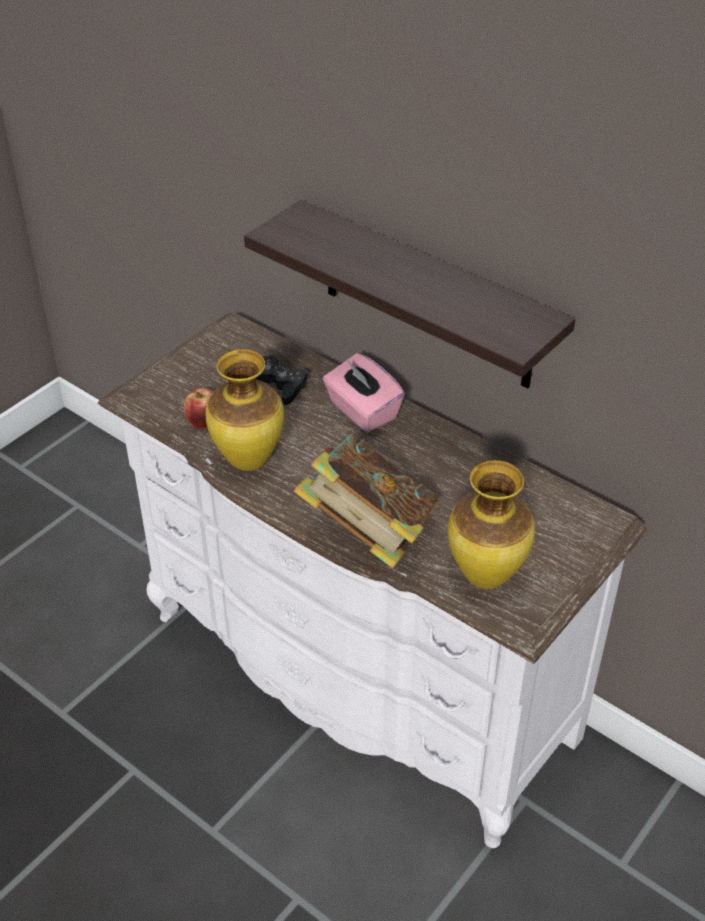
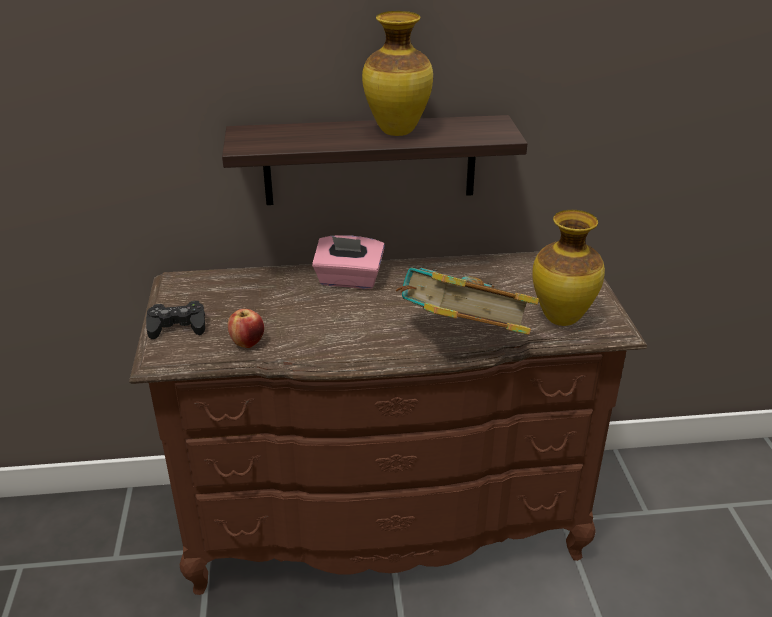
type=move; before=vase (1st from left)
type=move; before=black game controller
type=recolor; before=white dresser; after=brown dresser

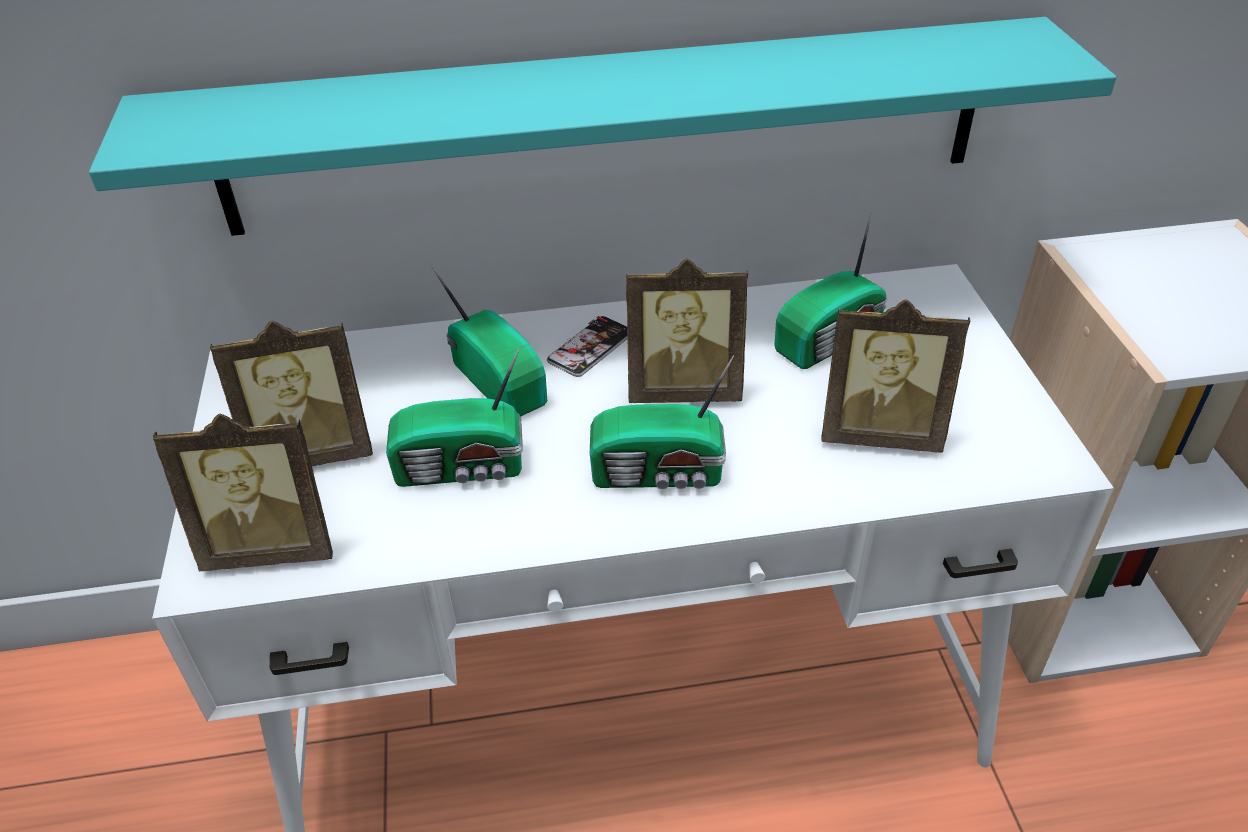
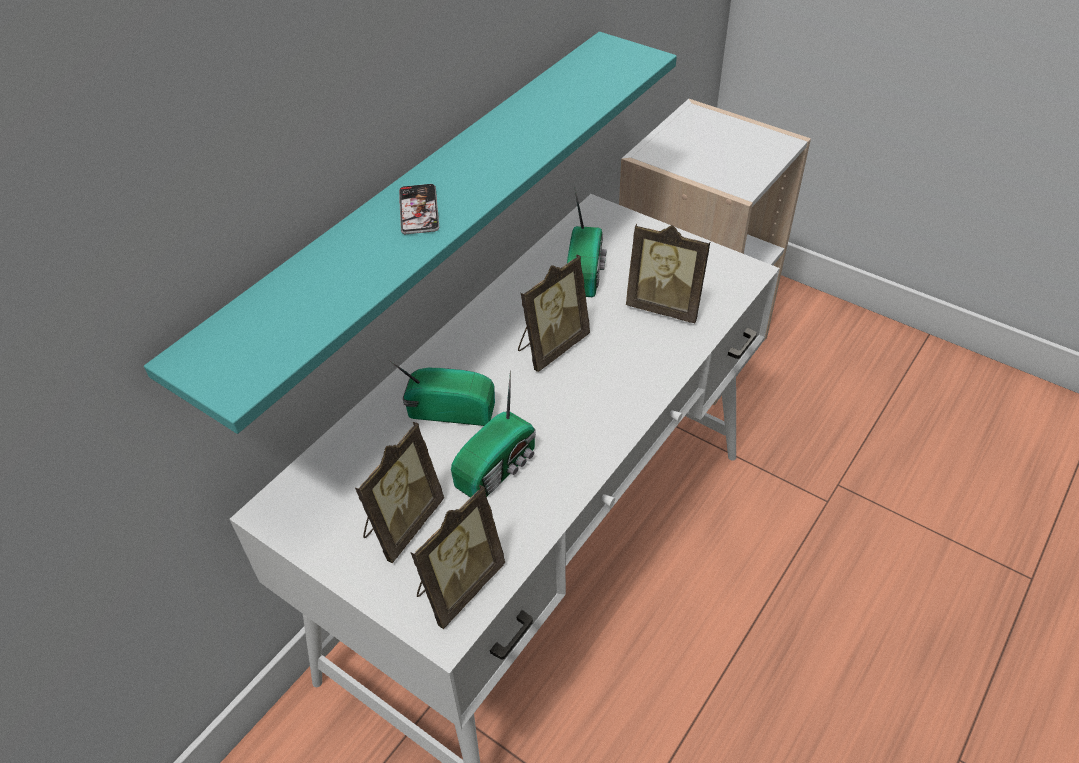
type=delete; before=radio (3rd from left)
type=move; before=phone
type=rotate; before=picture frame (4th from left); turn=60

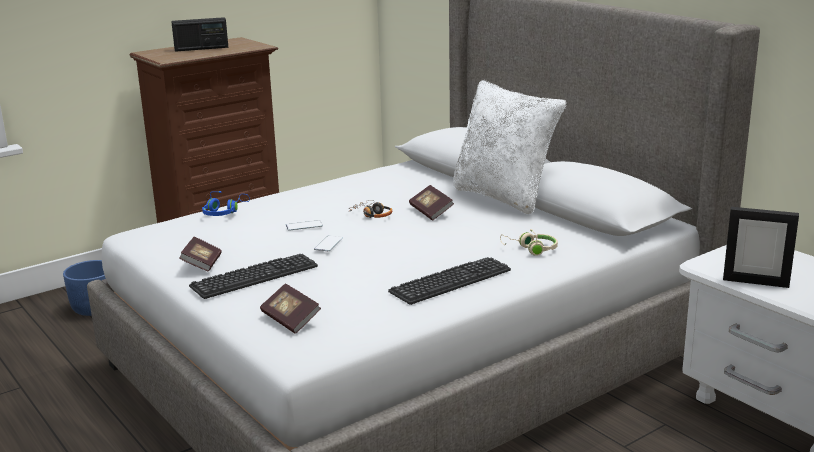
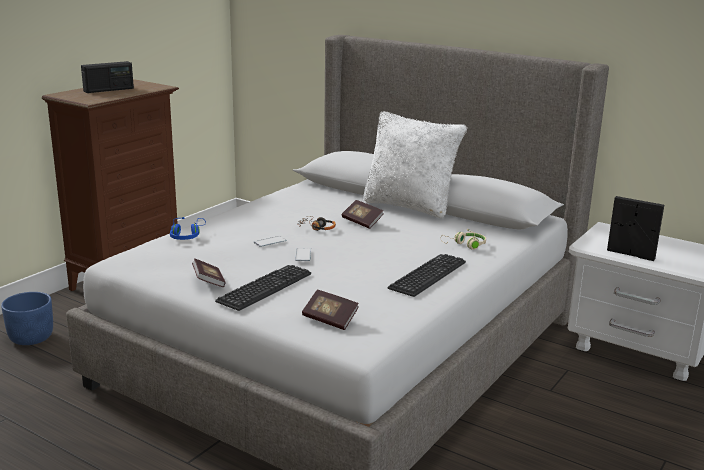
type=rotate; before=picture frame; turn=-150

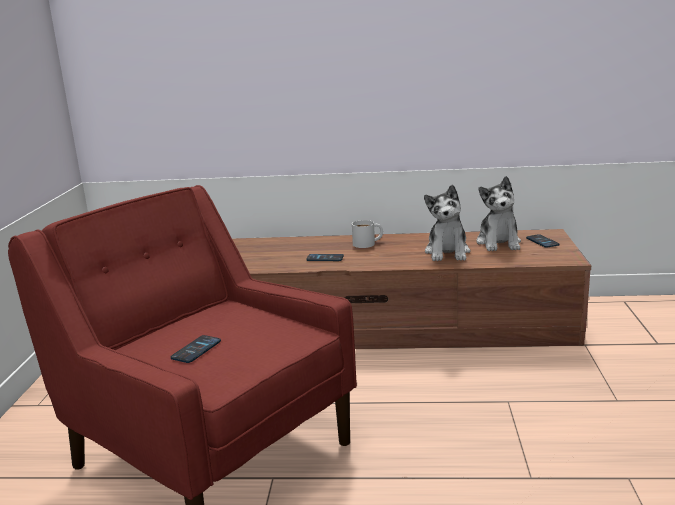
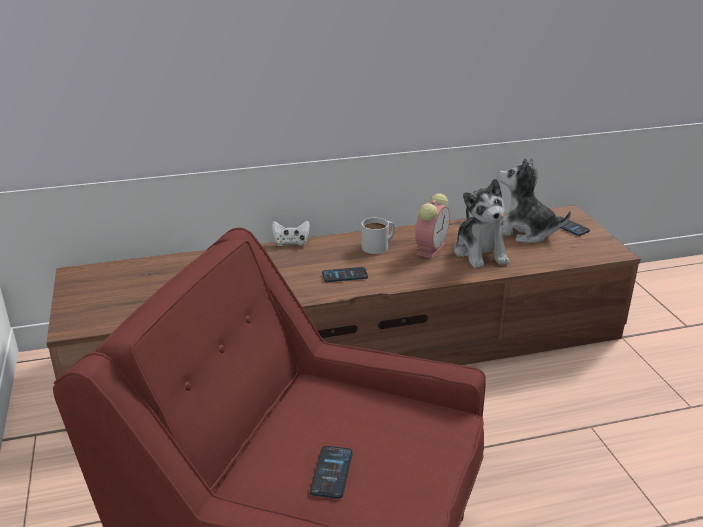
type=insert; after=white game controller
type=insert; after=alarm clock
type=rotate; before=plush toy (2nd from left); turn=135

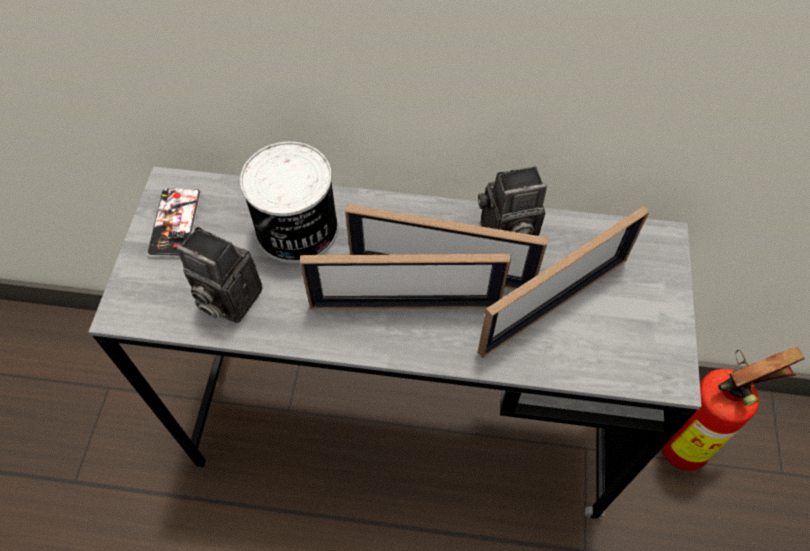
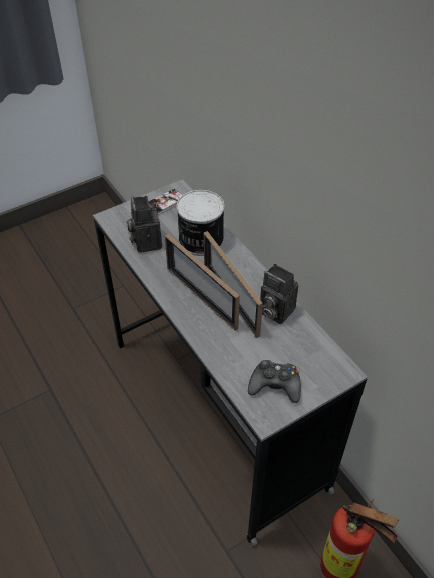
type=delete; before=picture frame (3rd from left)
type=insert; after=black game controller

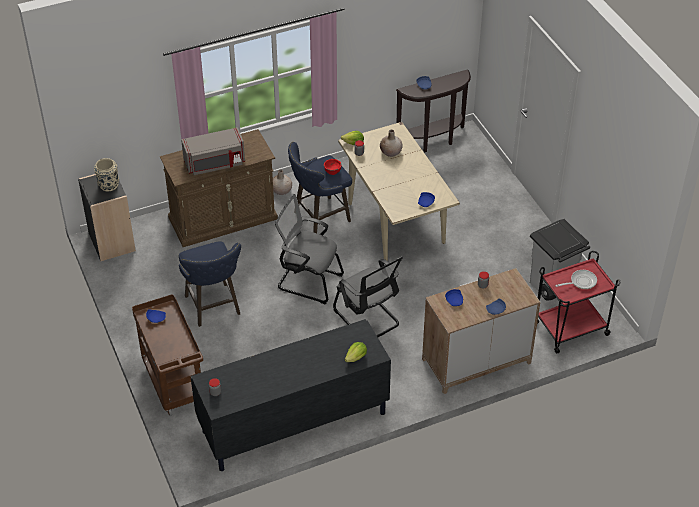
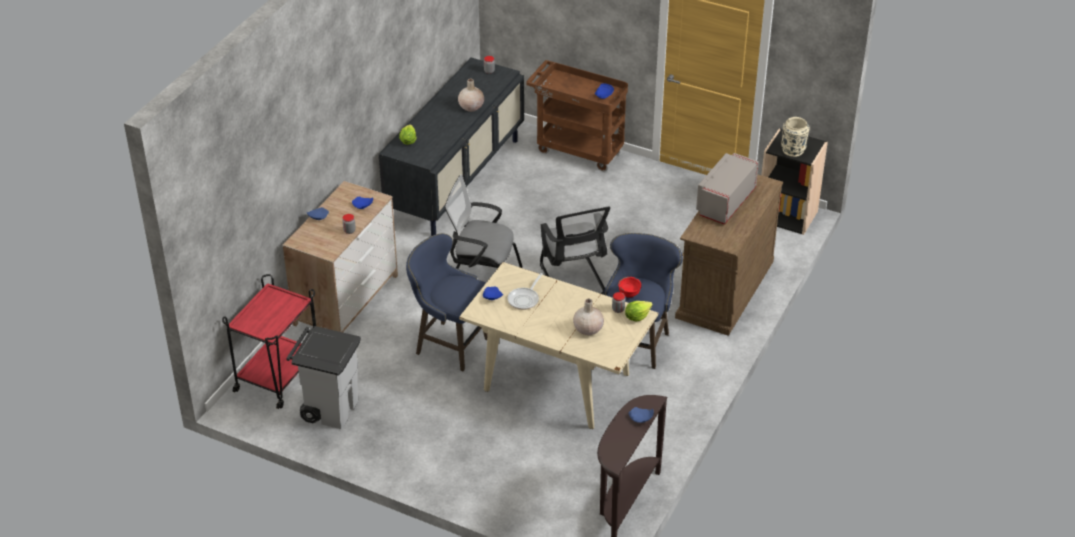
type=move; before=blue stool (1st from left)
type=move; before=beige vase (2nd from left in the first image); after=beige vase (1st from left)
type=move; before=frying pan
type=rotate; before=chair (1st from left in the first image); turn=90

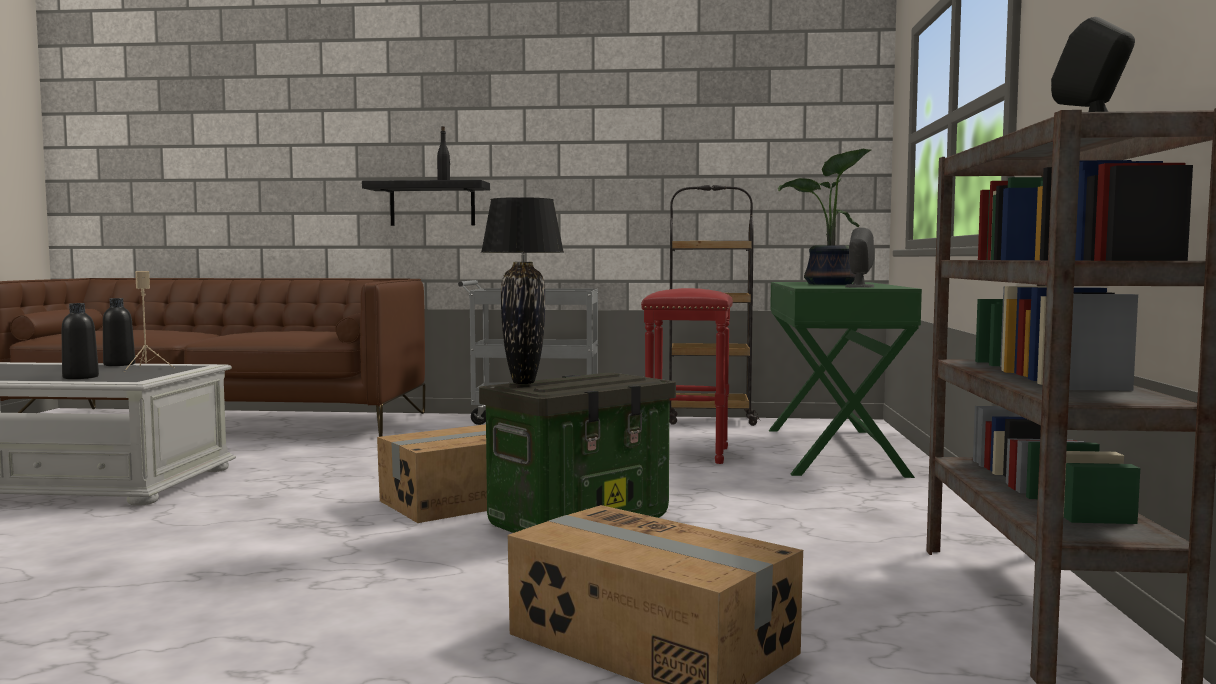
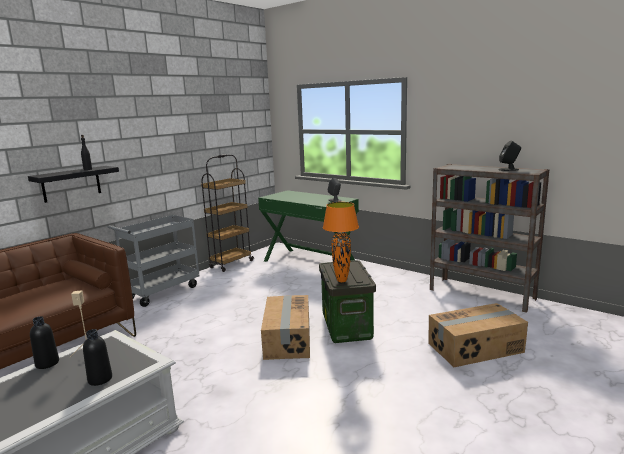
type=delete; before=red stool
type=delete; before=potted plant
type=recolor; before=black table lamp; after=orange table lamp

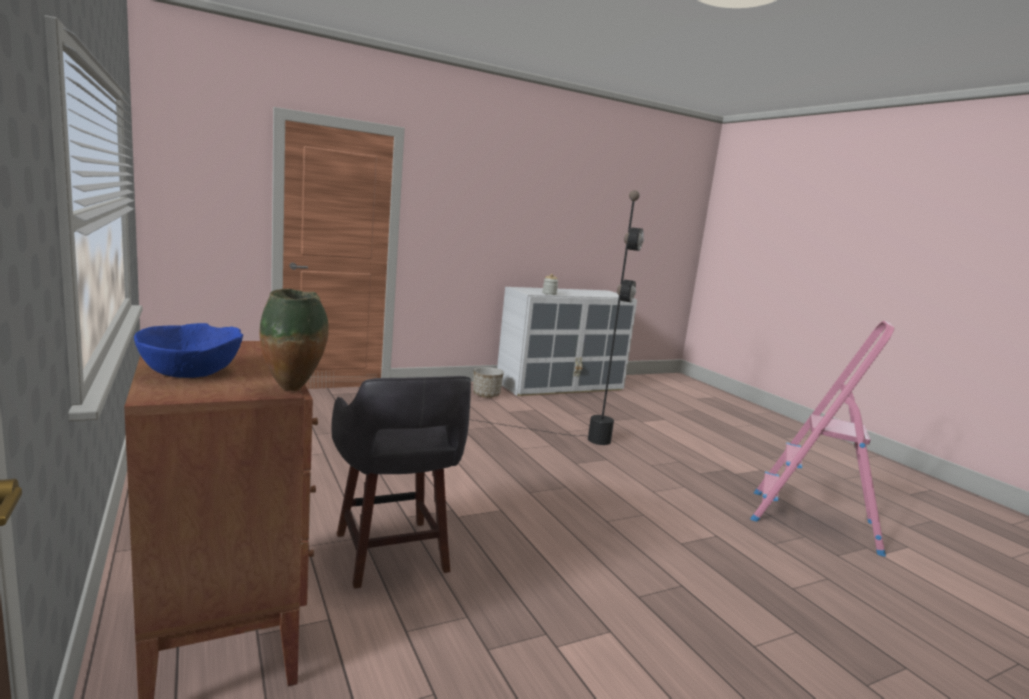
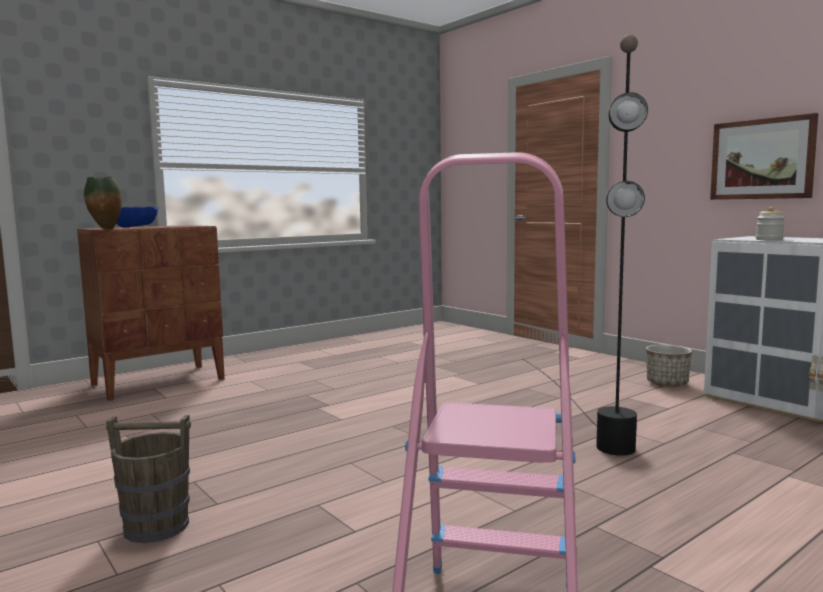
type=delete; before=grey stool
type=insert; after=brown bucket
type=insert; after=picture

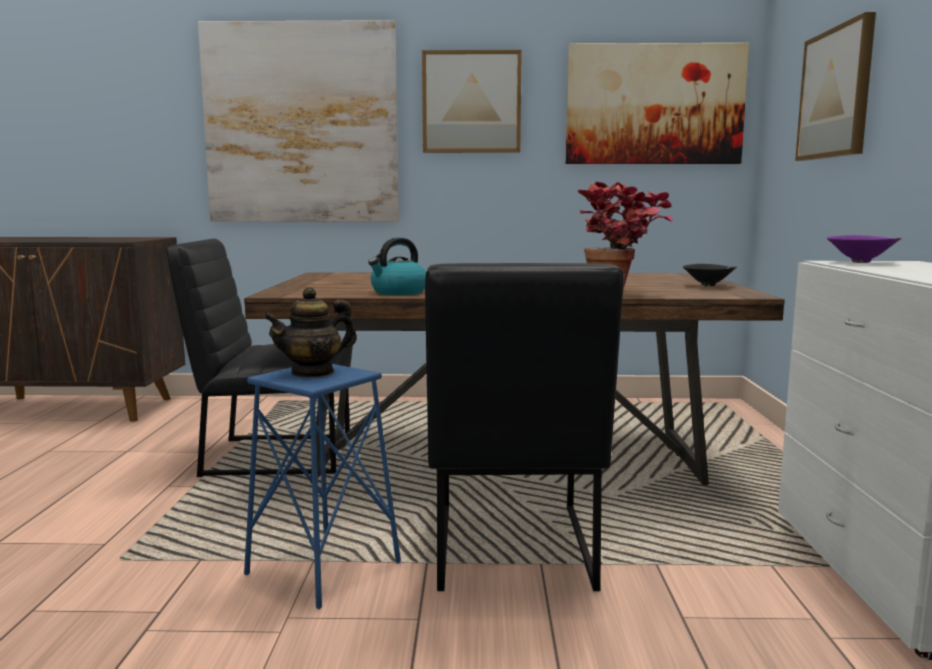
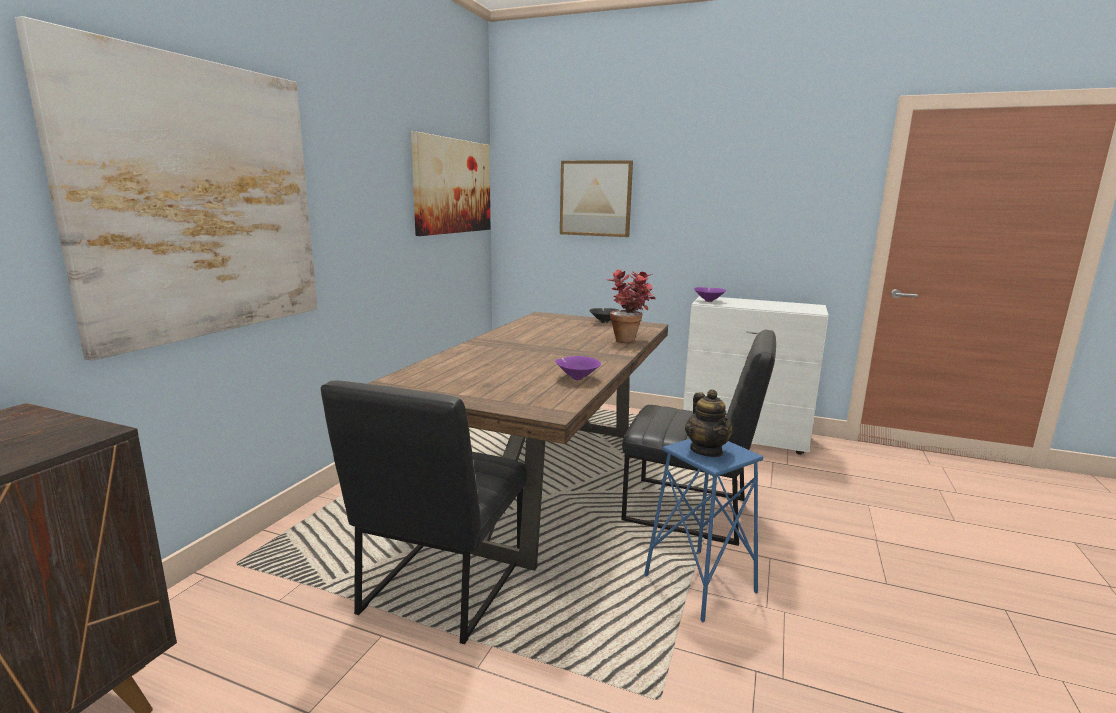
type=delete; before=picture (2nd from left)
type=replace; before=kettle; after=purple bowl (1st from left)

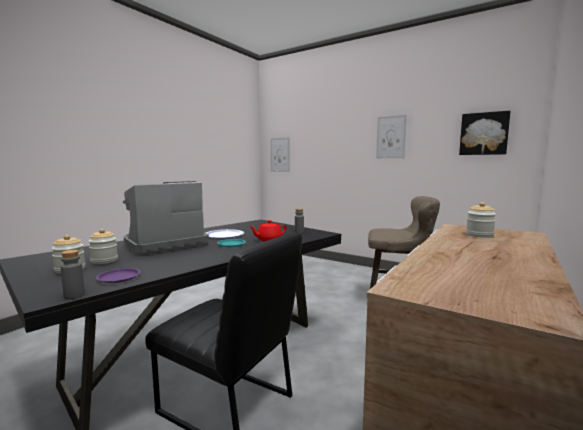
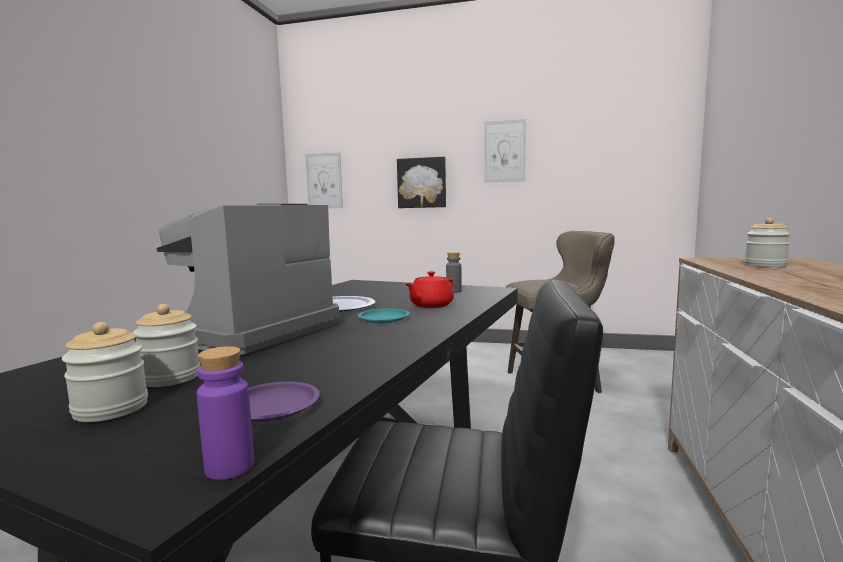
type=move; before=picture (3rd from left in the first image); after=picture (2nd from left)
type=recolor; before=grey bottle (1st from left); after=purple bottle

